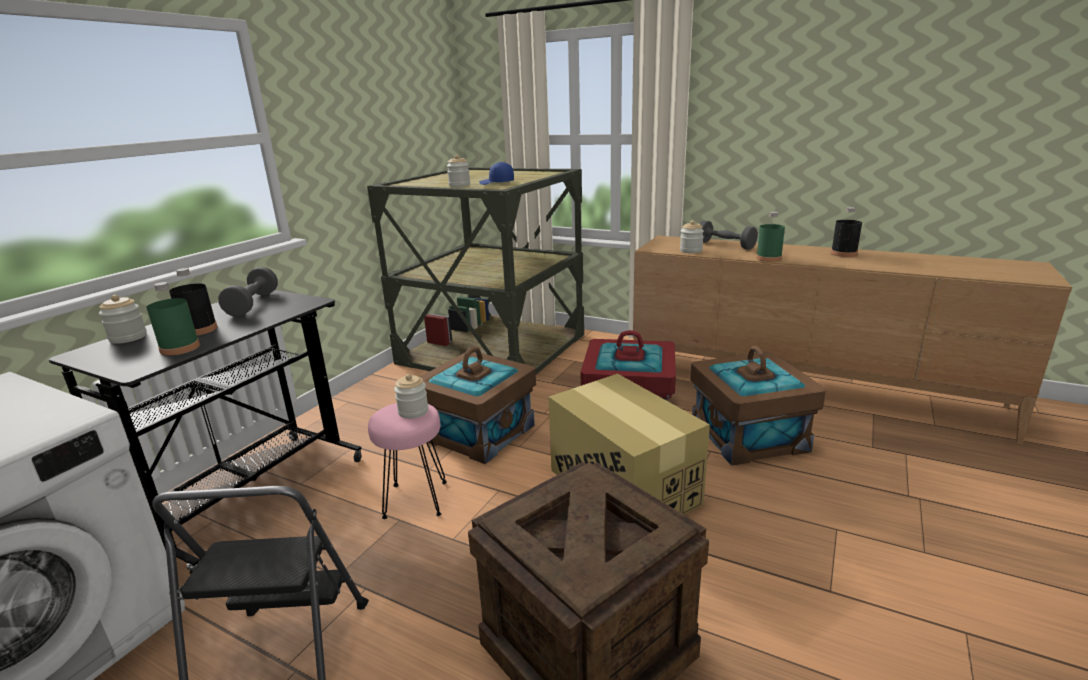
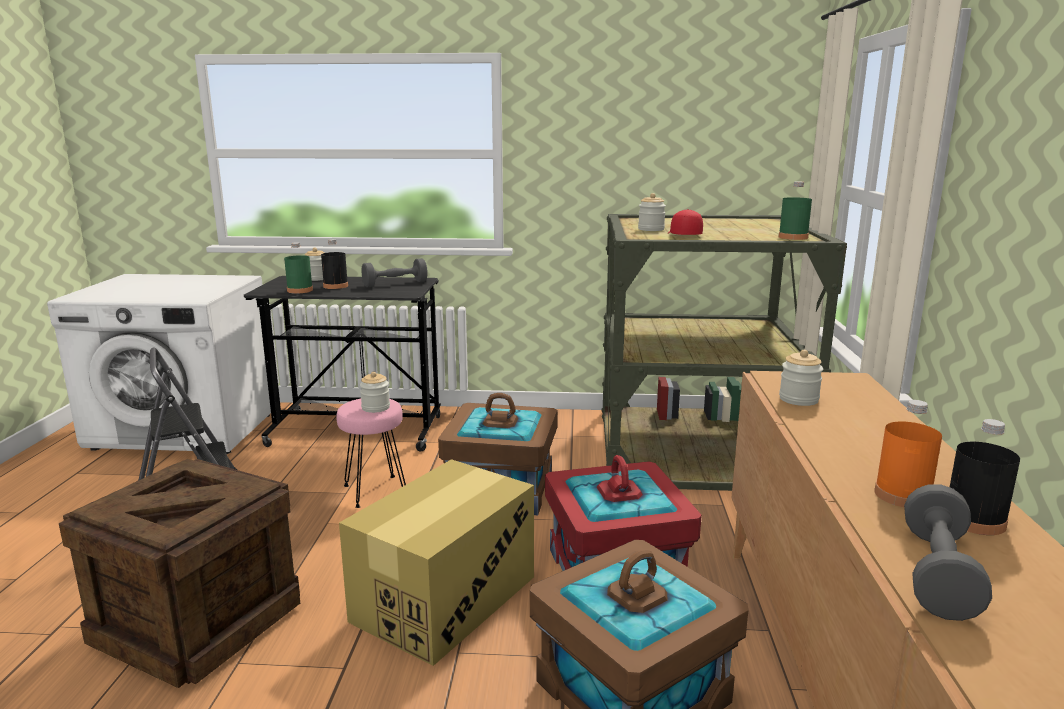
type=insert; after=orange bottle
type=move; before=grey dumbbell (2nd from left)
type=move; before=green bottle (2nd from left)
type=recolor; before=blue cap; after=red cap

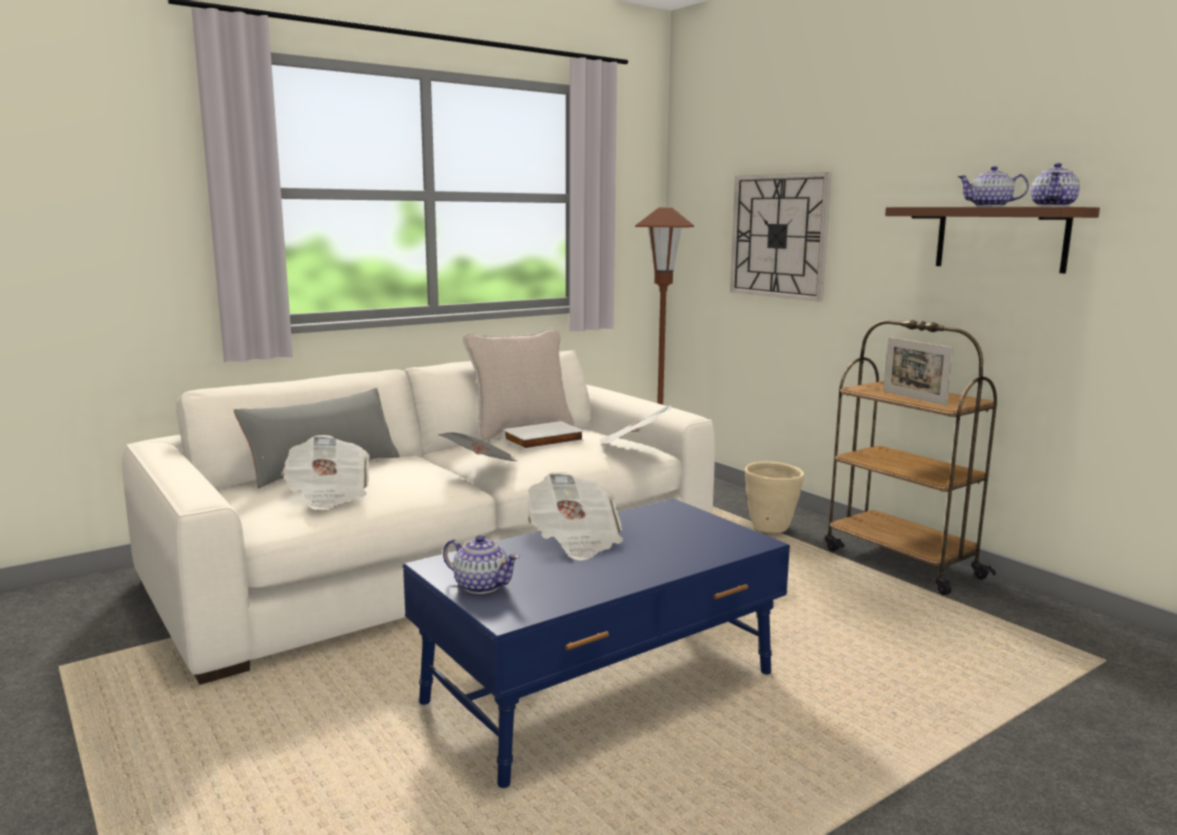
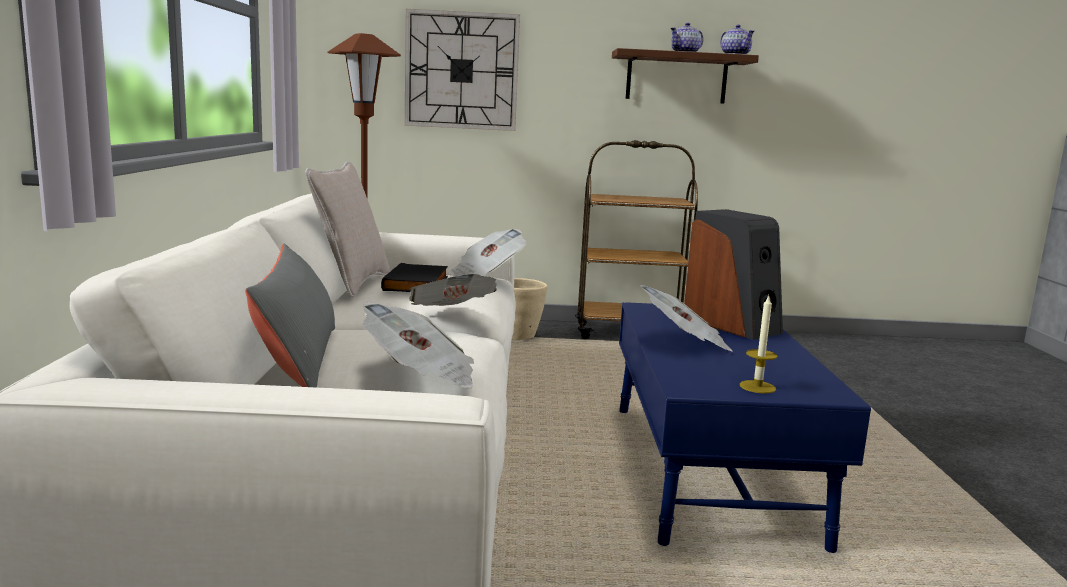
type=delete; before=picture frame
type=insert; after=speaker
type=replace; before=teapot (1st from left); after=candle
type=recolor; before=white book; after=black book

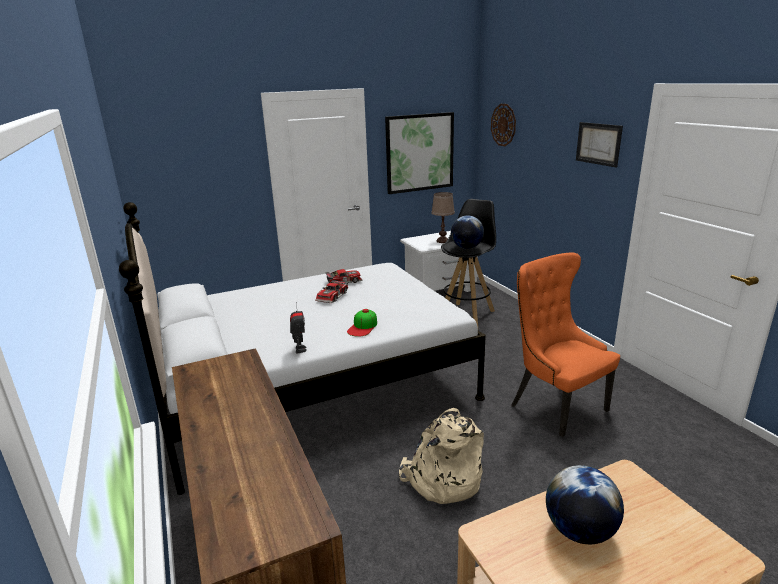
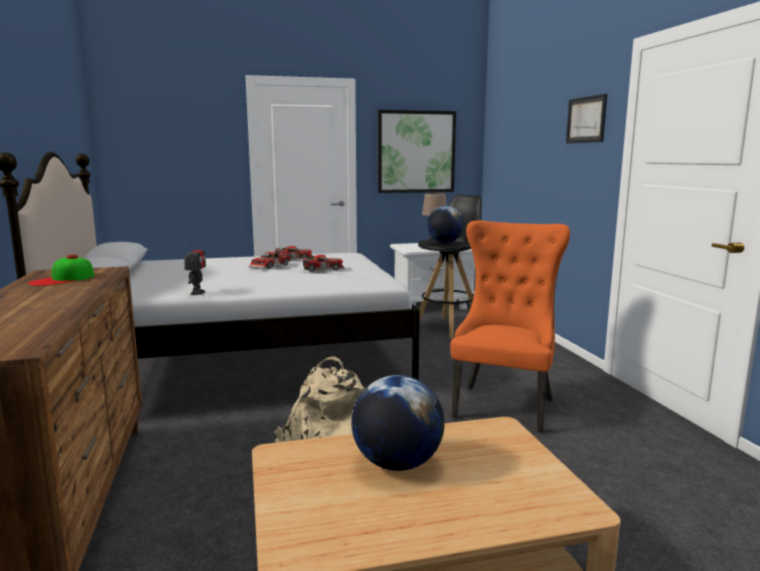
type=delete; before=wall clock
type=insert; after=toy car (3rd from left)
type=move; before=cap
type=rotate; before=orange chair; turn=45

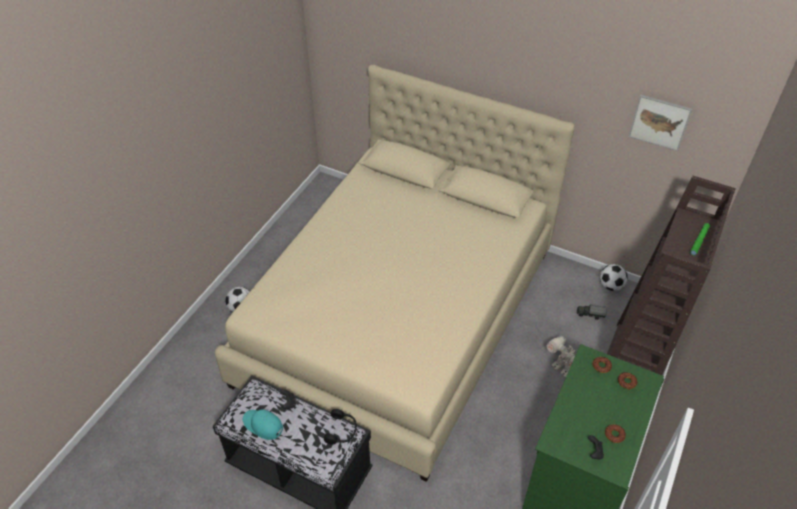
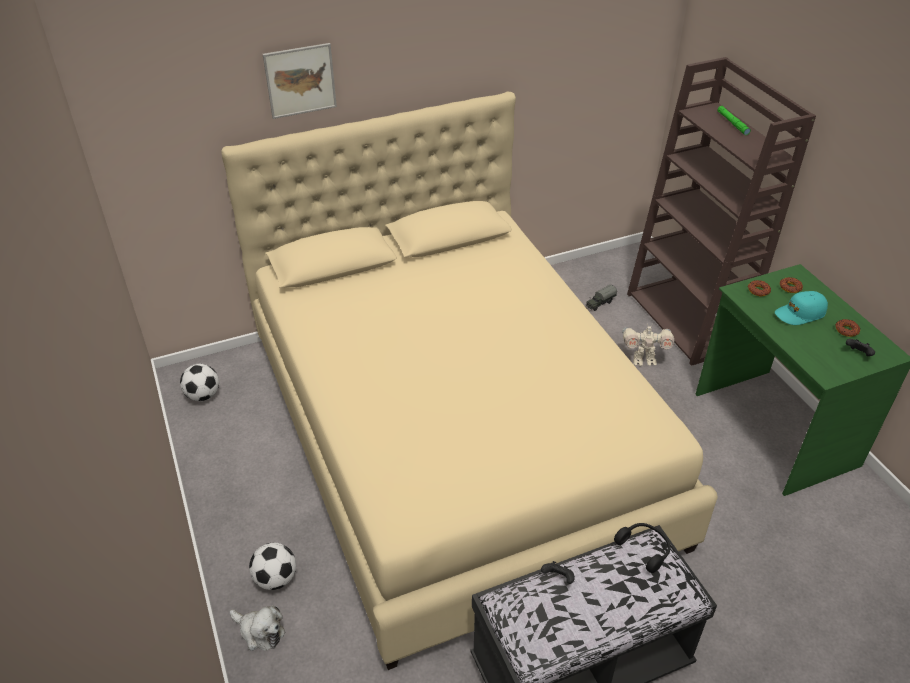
type=insert; after=plush toy
type=move; before=turquoise cap
type=move; before=football (2nd from left in the first image); after=football (1st from left)
type=move; before=picture

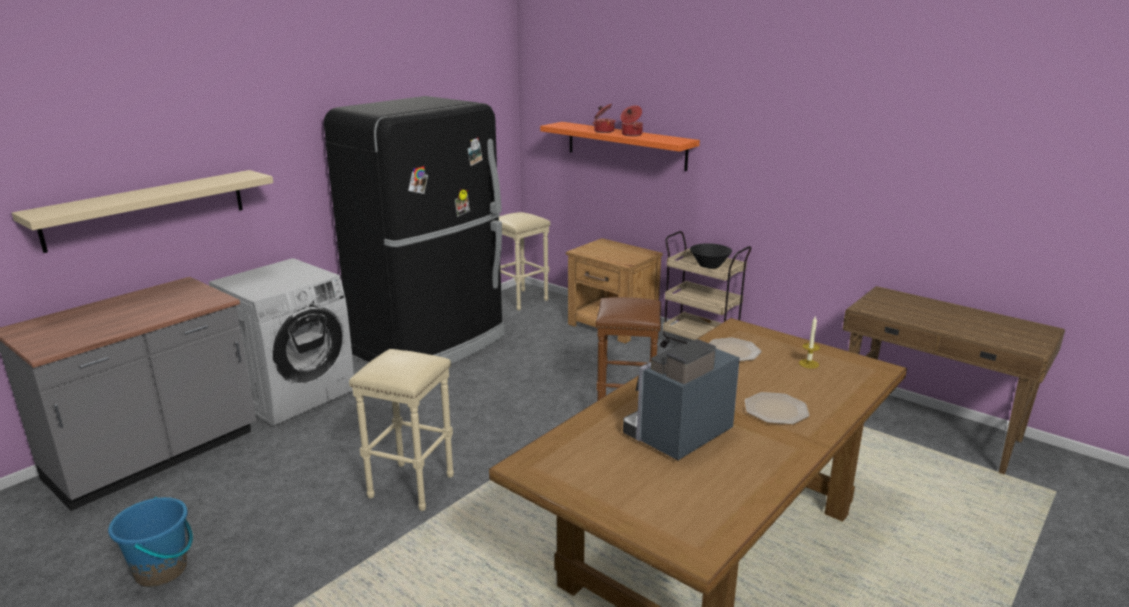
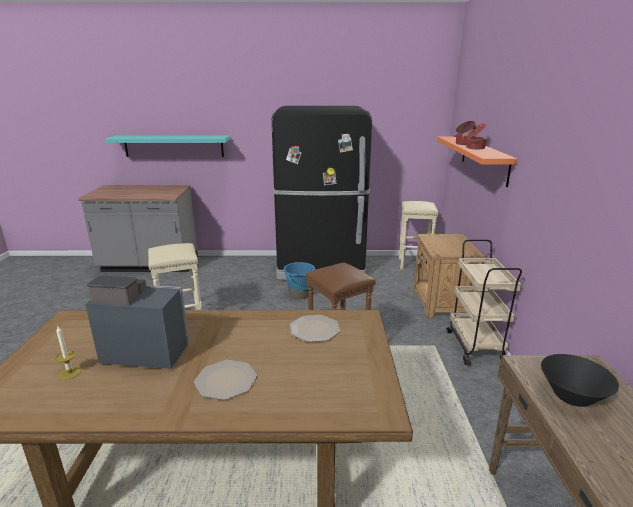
type=delete; before=white washing machine
type=move; before=blue bucket
type=move; before=black bowl
type=move; before=candle
type=recolor; before=beige shelf; after=turquoise shelf

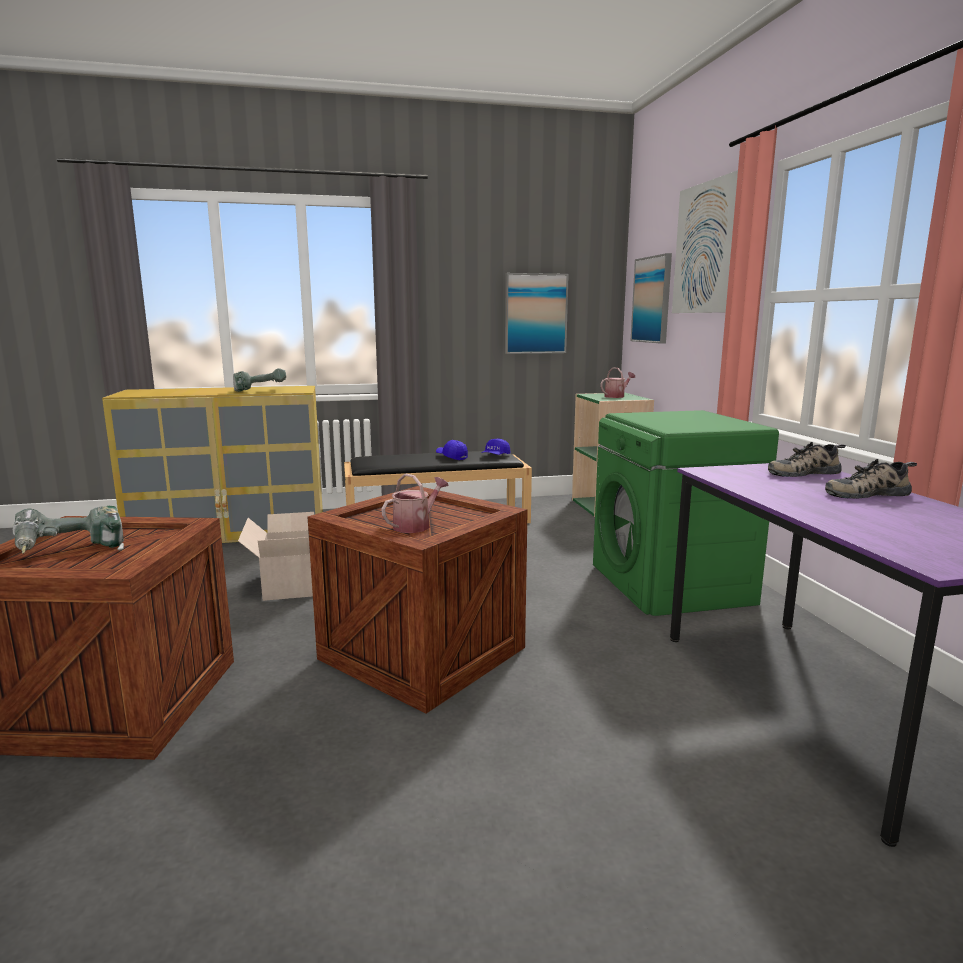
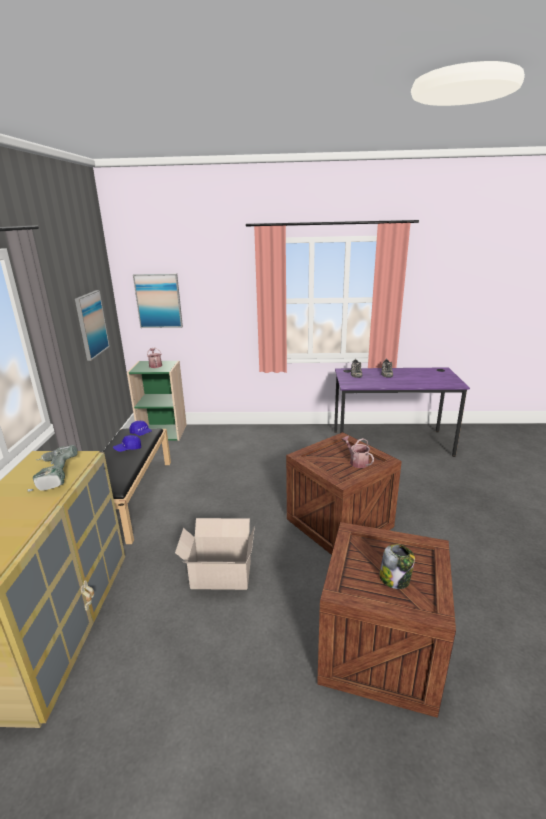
type=delete; before=green washing machine
type=delete; before=picture (3rd from left)
type=replace; before=power drill (1st from left); after=jar

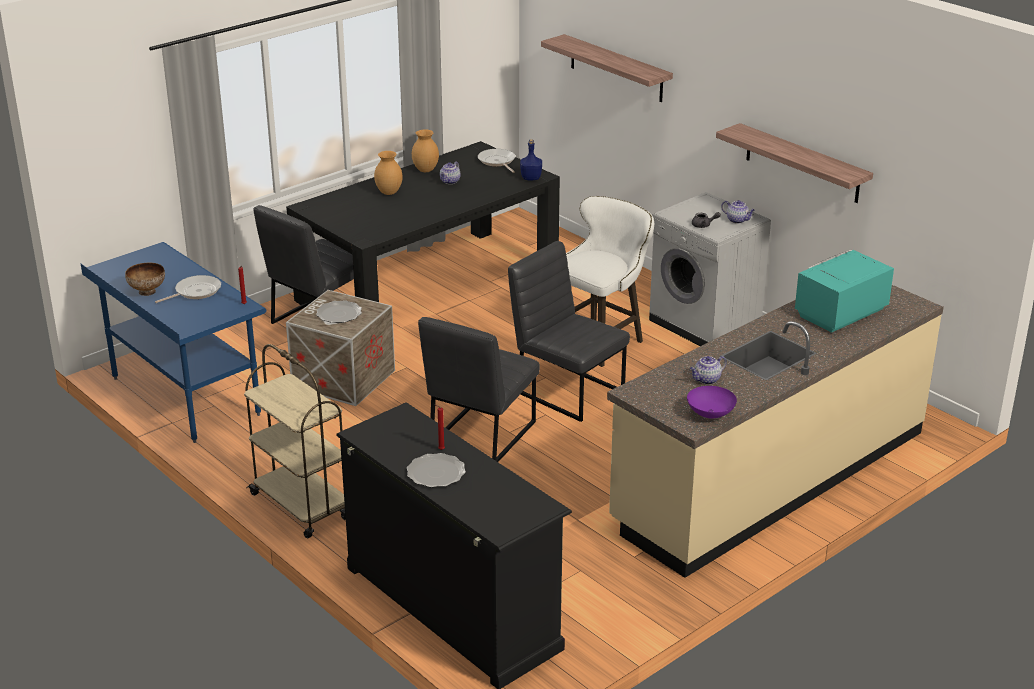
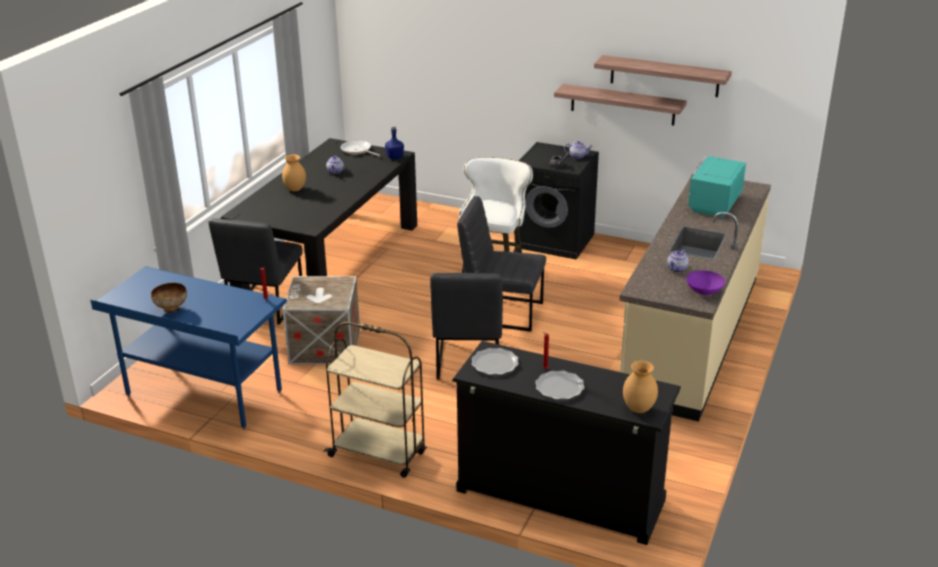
type=delete; before=frying pan (1st from left)
type=move; before=plate (1st from left)
type=move; before=brown vase (2nd from left)
type=move; before=shelf (1st from left in the first image); after=shelf (2nd from left)
type=recolor; before=white washing machine; after=black washing machine

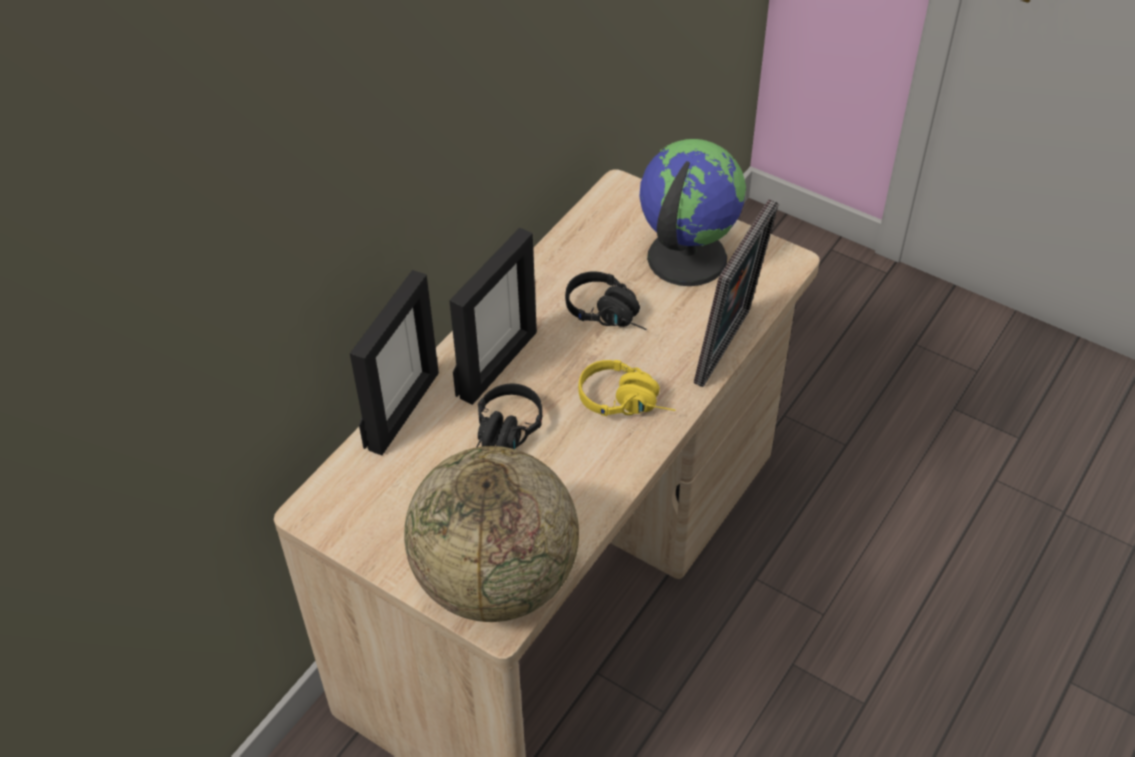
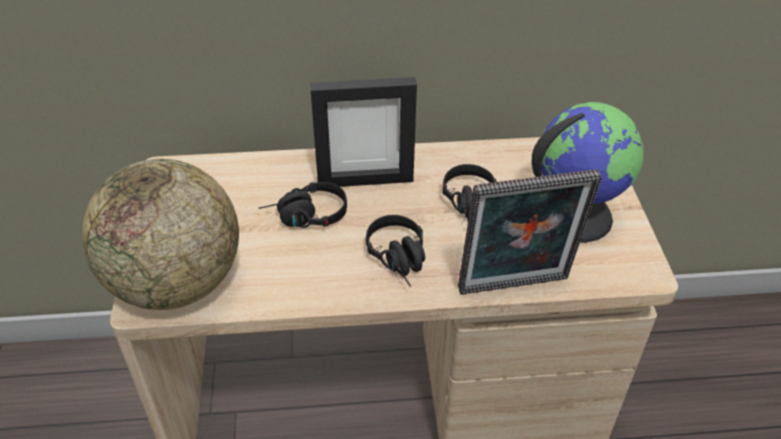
type=delete; before=picture frame (1st from left)
type=recolor; before=yellow headphones; after=black headphones (2nd from left)

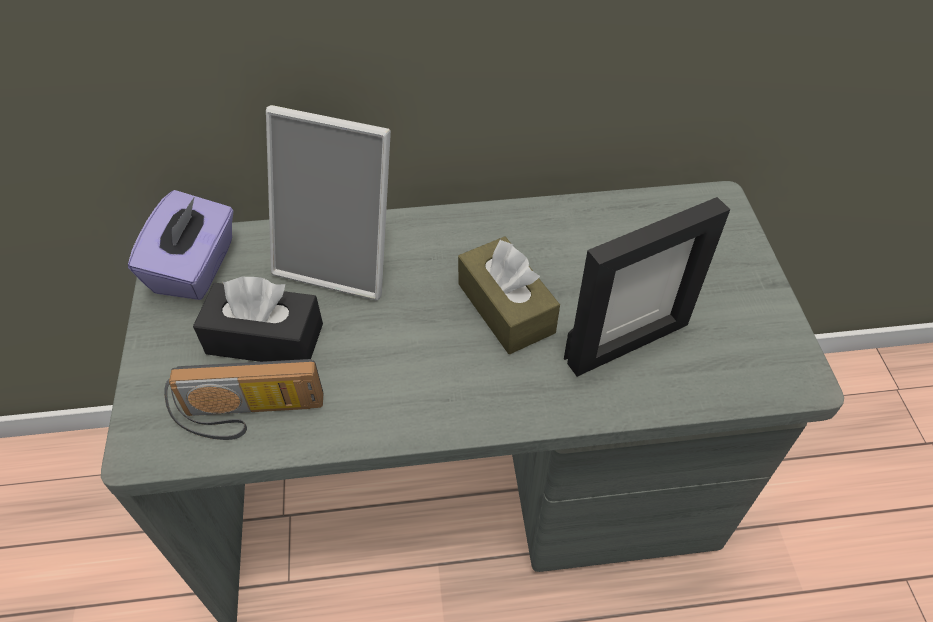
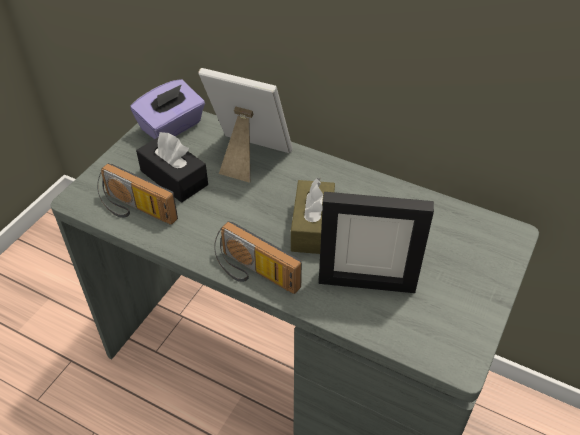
type=insert; after=radio (2nd from left)
type=rotate; before=picture frame (1st from left); turn=150

